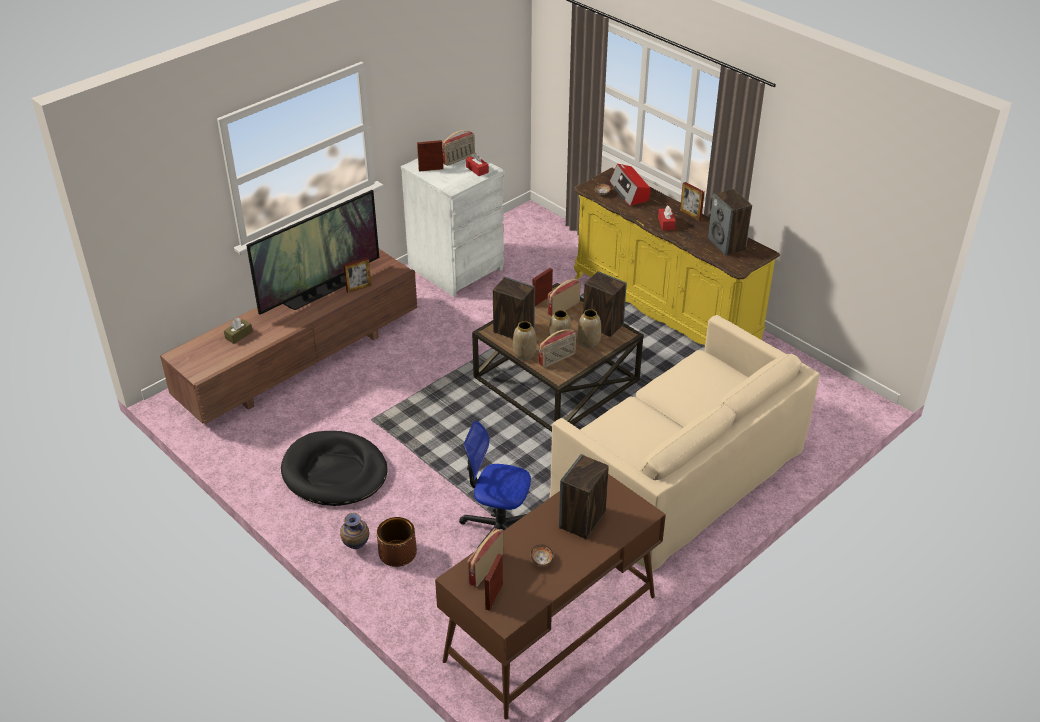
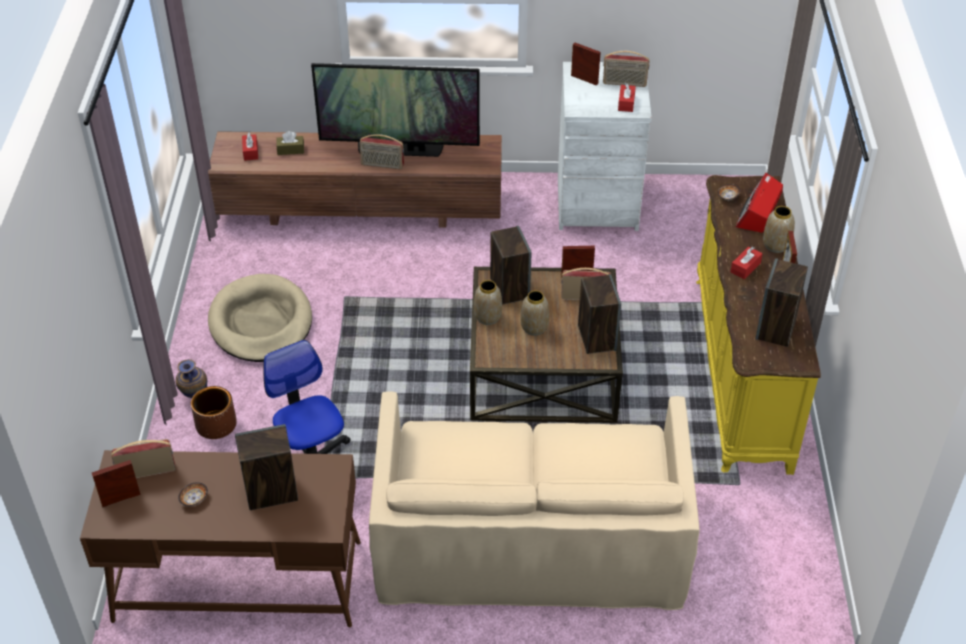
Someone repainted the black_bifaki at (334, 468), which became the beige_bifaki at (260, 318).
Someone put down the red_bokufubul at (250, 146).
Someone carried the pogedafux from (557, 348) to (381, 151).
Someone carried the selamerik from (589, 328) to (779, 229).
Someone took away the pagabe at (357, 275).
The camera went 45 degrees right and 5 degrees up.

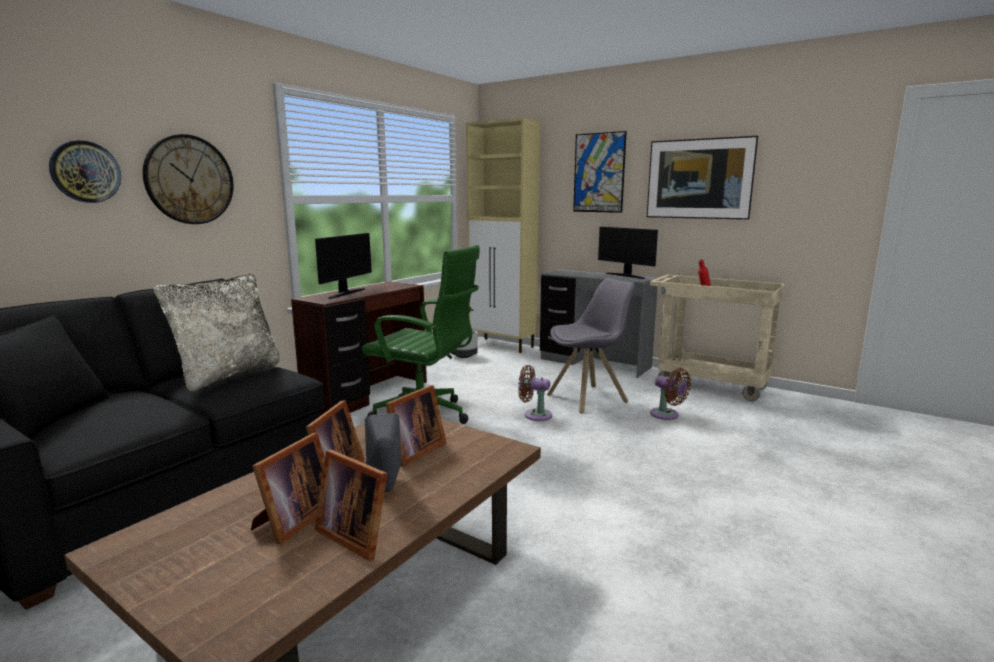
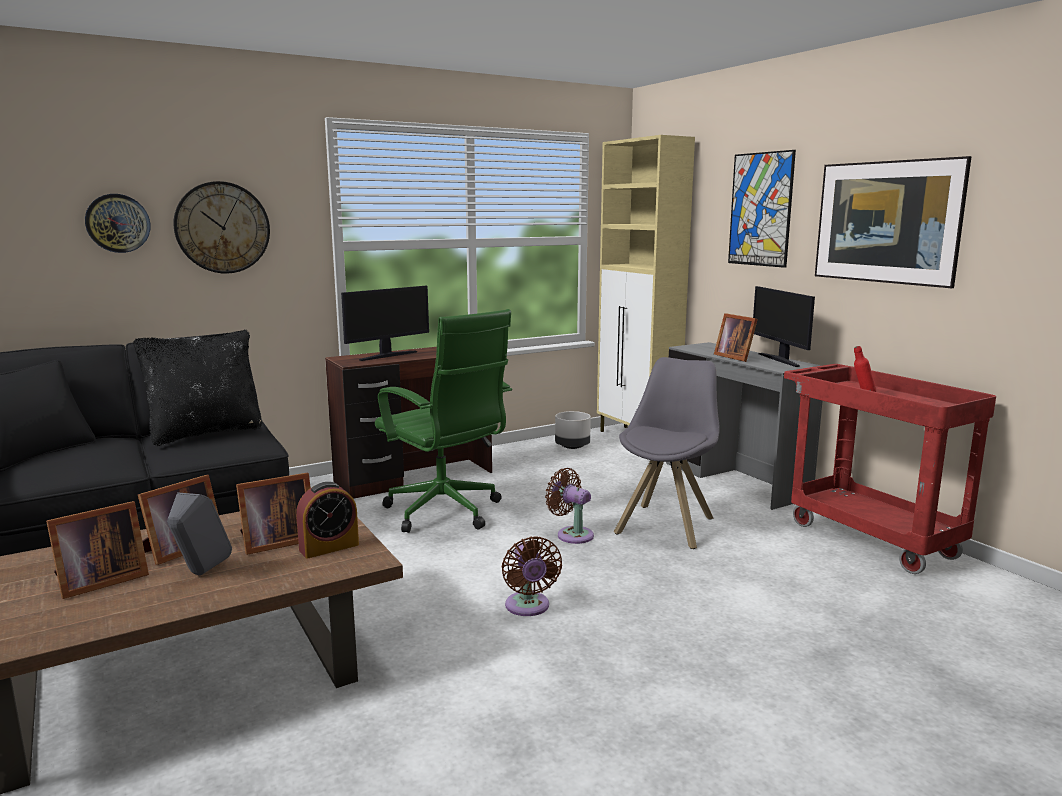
Someone repainted the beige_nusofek at (217, 332), which became the black_nusofek at (198, 387).
Someone put down the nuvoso at (327, 520).
Someone carried the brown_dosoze from (670, 394) to (532, 576).
Someone rotated the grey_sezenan at (591, 345) by 60 degrees counterclockwise.
Someone carried the pagabe from (351, 505) to (736, 337).
Someone repainted the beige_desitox at (717, 338), which became the red_desitox at (890, 469).
The camera went 25 degrees right and 0 degrees up.

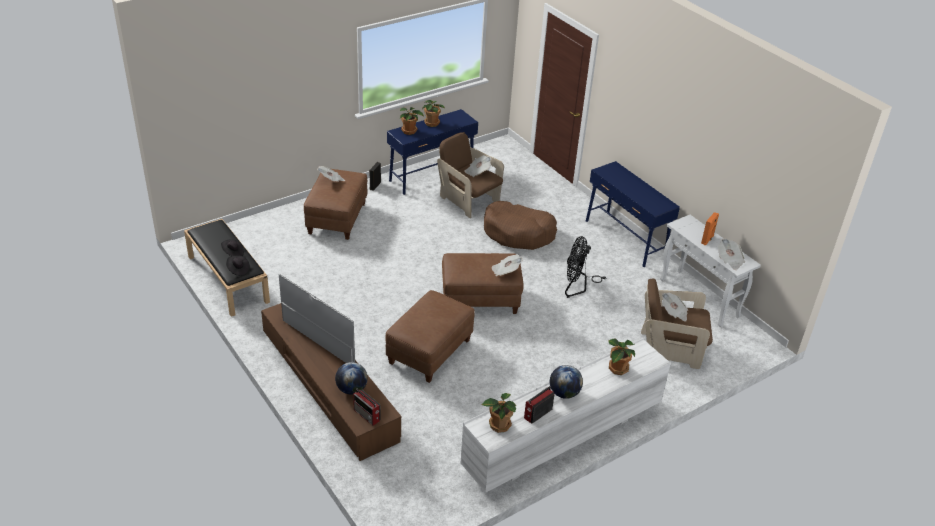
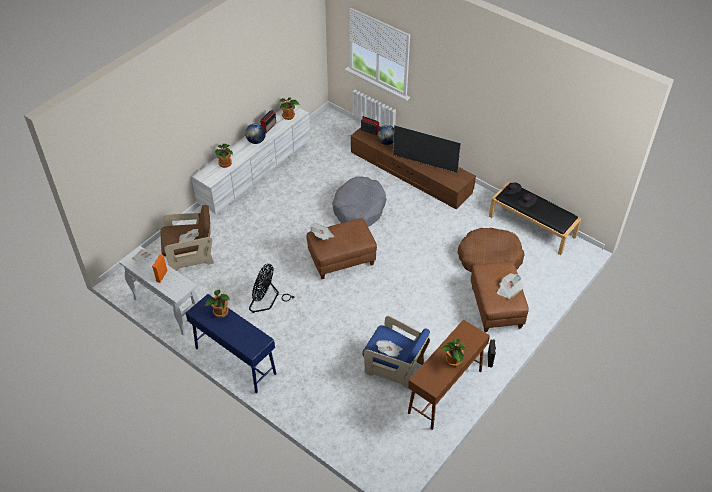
Someone carried the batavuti from (412, 121) to (217, 303).
Someone rotated the black_dosoze at (586, 267) by 150 degrees counterclockwise.
Someone swapped the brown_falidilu at (430, 336) for the grey_bifaki at (359, 201).
Someone repainted the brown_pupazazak at (470, 175), which became the blue_pupazazak at (396, 352).
Someone repainted the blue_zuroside at (432, 152), which became the brown_zuroside at (449, 375).
Someone carried the brown_bifaki from (520, 225) to (490, 250).
The camera went 165 degrees right and 10 degrees up.

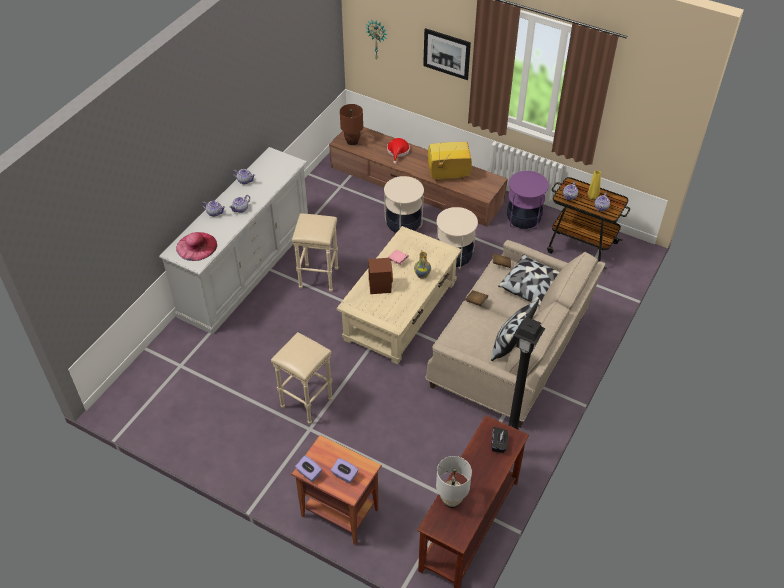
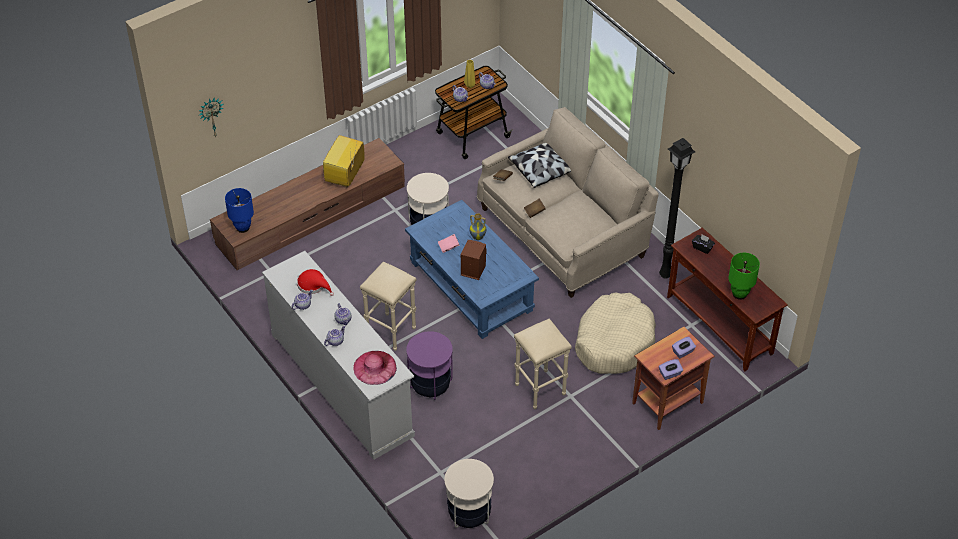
Someone repainted the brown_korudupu at (351, 124), which became the blue_korudupu at (239, 210).
Someone carried the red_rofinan from (398, 151) to (315, 282).
Someone repainted the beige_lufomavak at (399, 295), which became the blue_lufomavak at (472, 269).
Someone carried the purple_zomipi from (528, 200) to (429, 365).
Someone carried the beige_zomipi from (404, 204) to (469, 493).
Someone put down the beige_bifaki at (615, 333).
Someone repainted the white_korudupu at (454, 482), which became the green_korudupu at (744, 276).
Someone took away the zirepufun at (447, 54).
Someone took away the nusofek at (515, 330).
The camera went 65 degrees left and 0 degrees up.

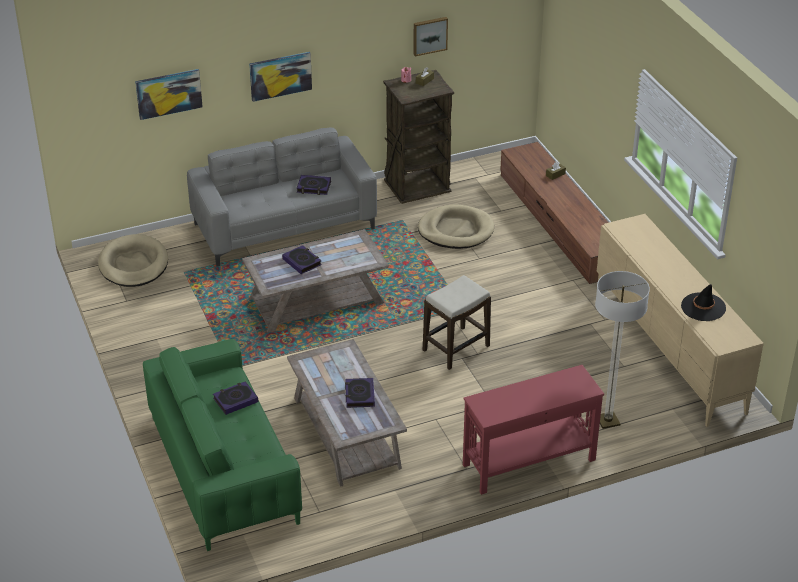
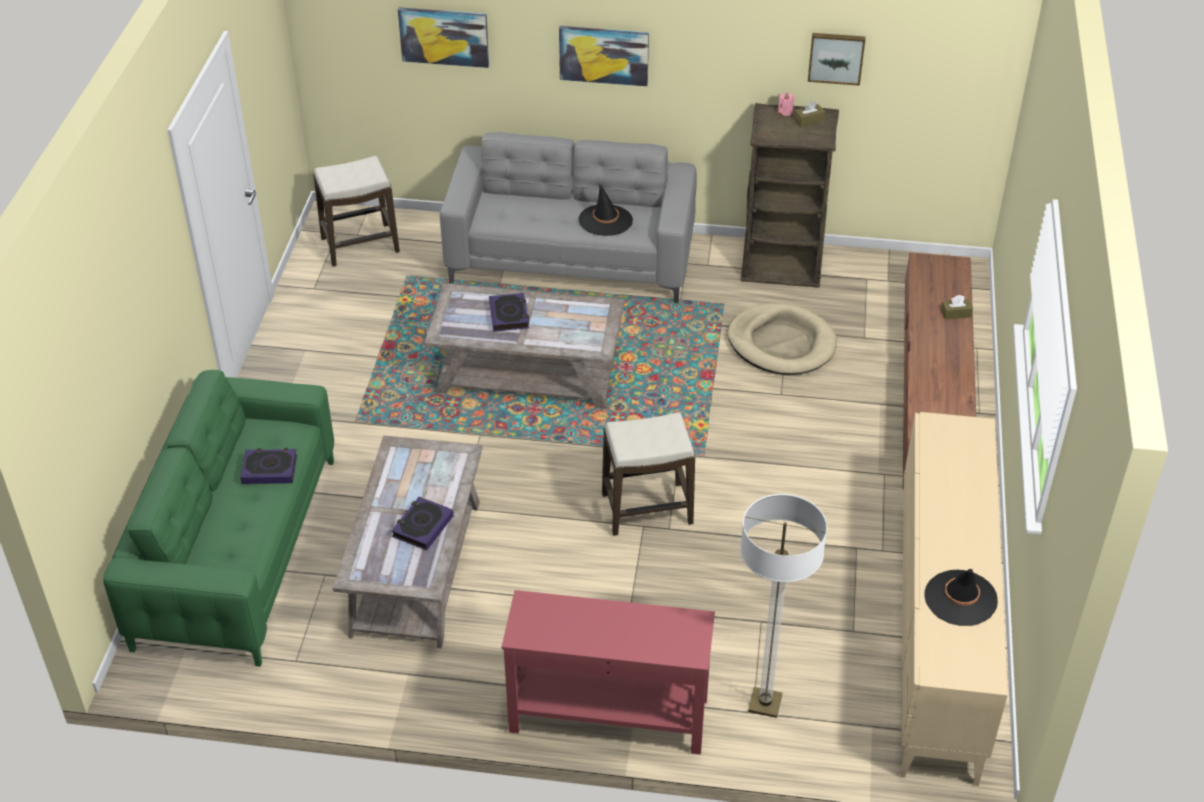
Someone swapped the beige_bifaki at (133, 260) for the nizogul at (356, 211).
Someone swapped the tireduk at (314, 185) for the black_rofinan at (605, 209).
The camera went 30 degrees right and 5 degrees up.

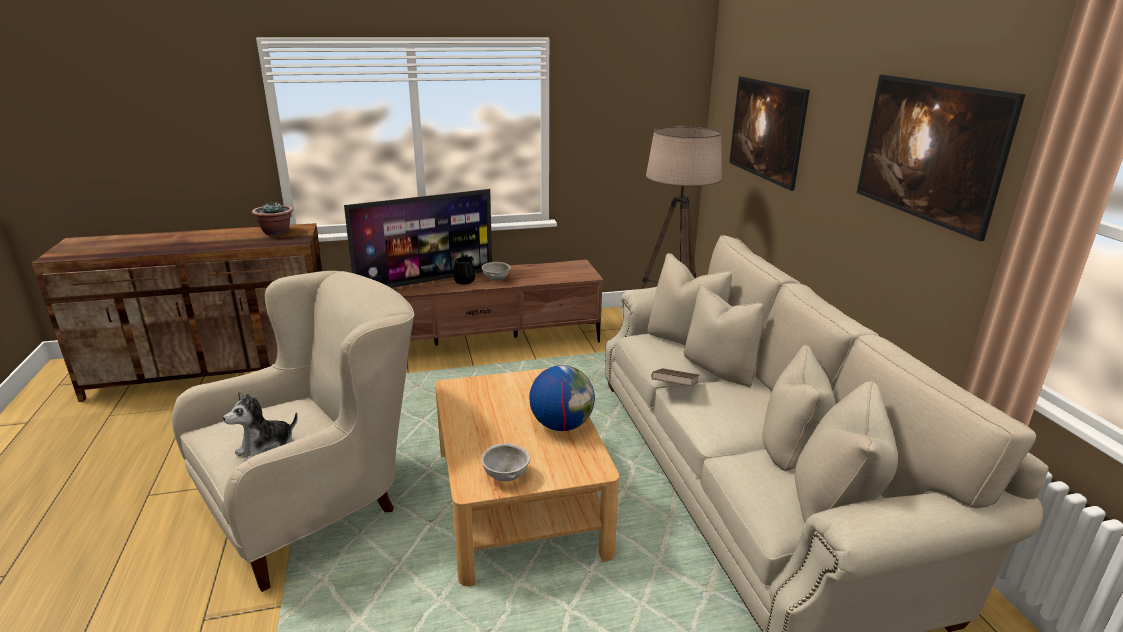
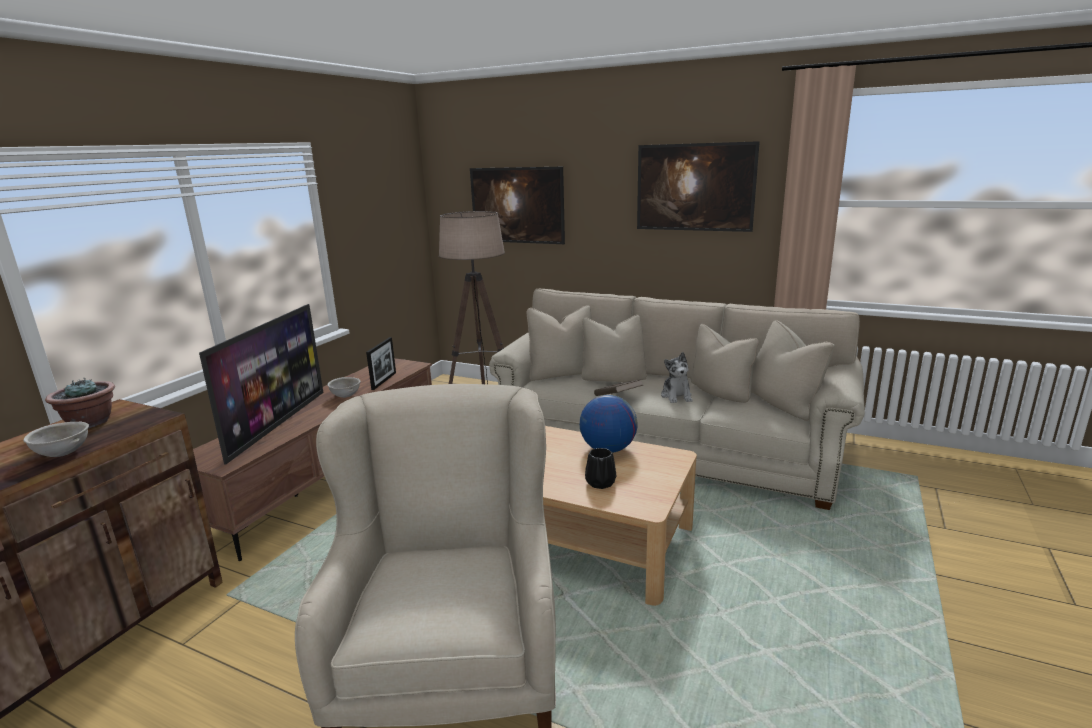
Someone carried the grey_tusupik from (505, 462) to (56, 439).
Someone put down the pagabe at (381, 363).
Someone carried the black_selamerik from (464, 271) to (600, 468).
Someone carried the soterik from (260, 426) to (676, 377).
The camera went 50 degrees left and 5 degrees down.

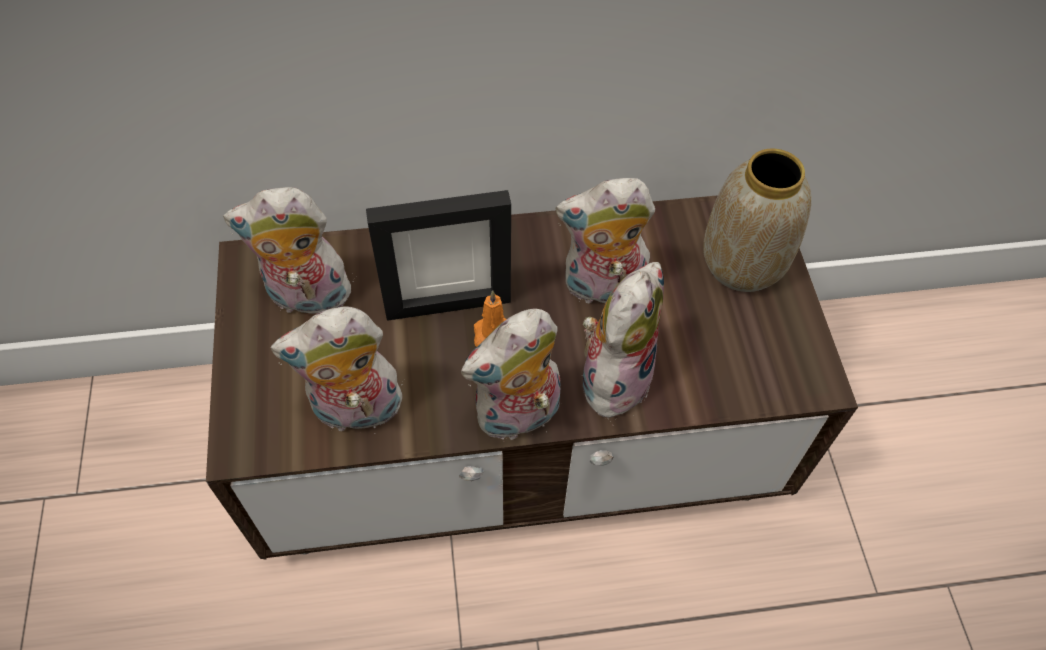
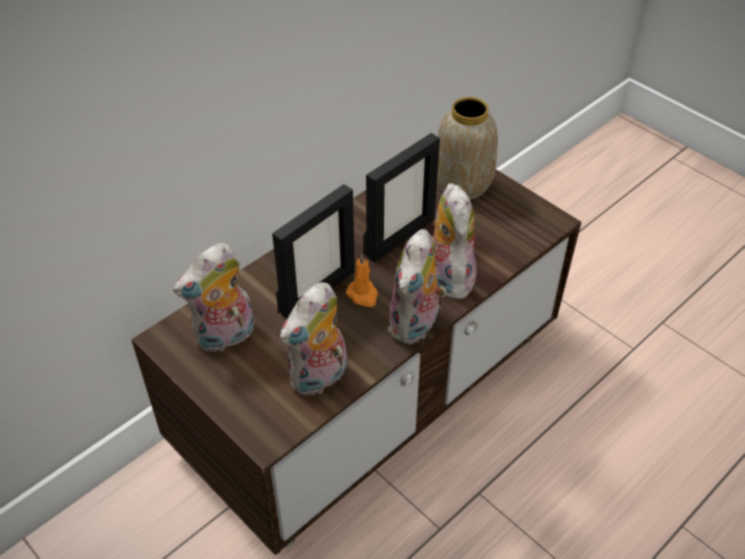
Someone swapped the soterik at (605, 240) for the pagabe at (401, 198).
The camera went 35 degrees left and 10 degrees down.

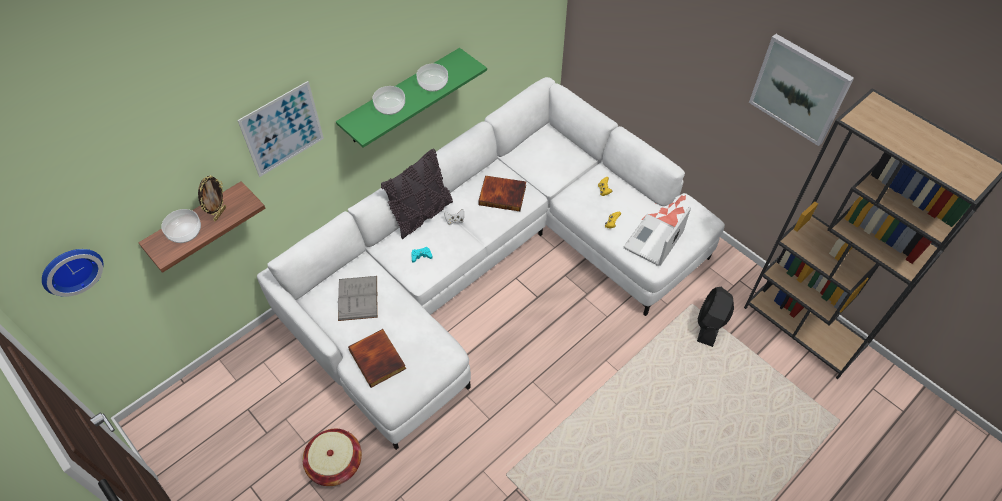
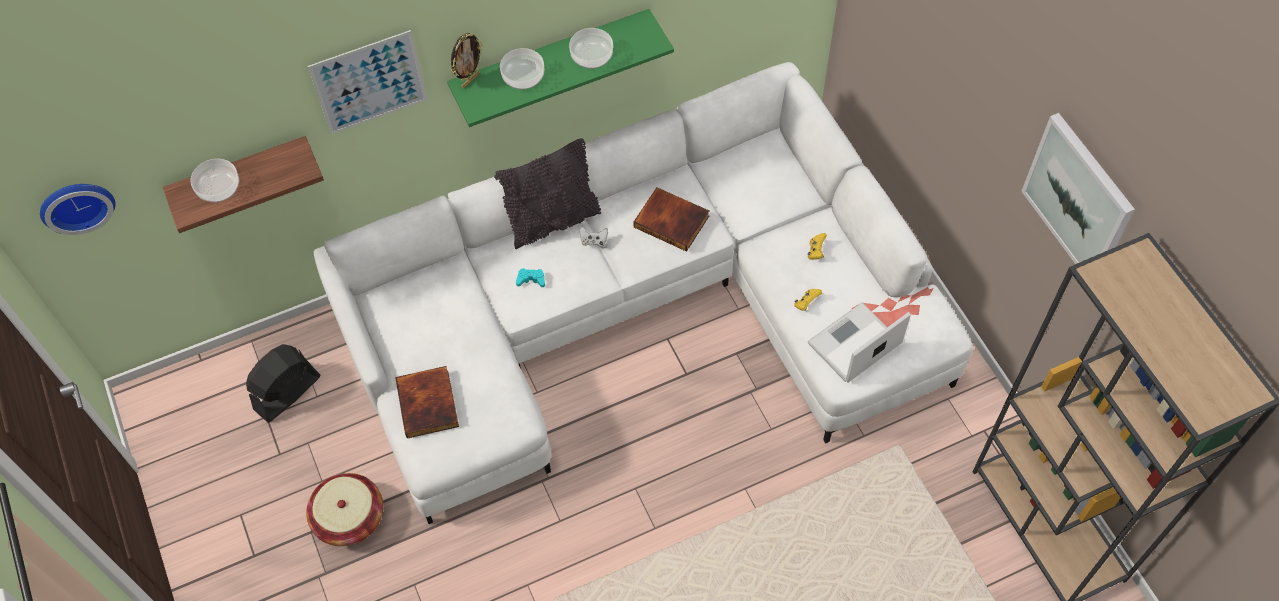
Someone carried the black_dosoze from (715, 317) to (283, 383).
Someone carried the pagabe from (212, 198) to (467, 61).
Someone took away the grey_tireduk at (358, 298).
The camera went 20 degrees right and 5 degrees up.

